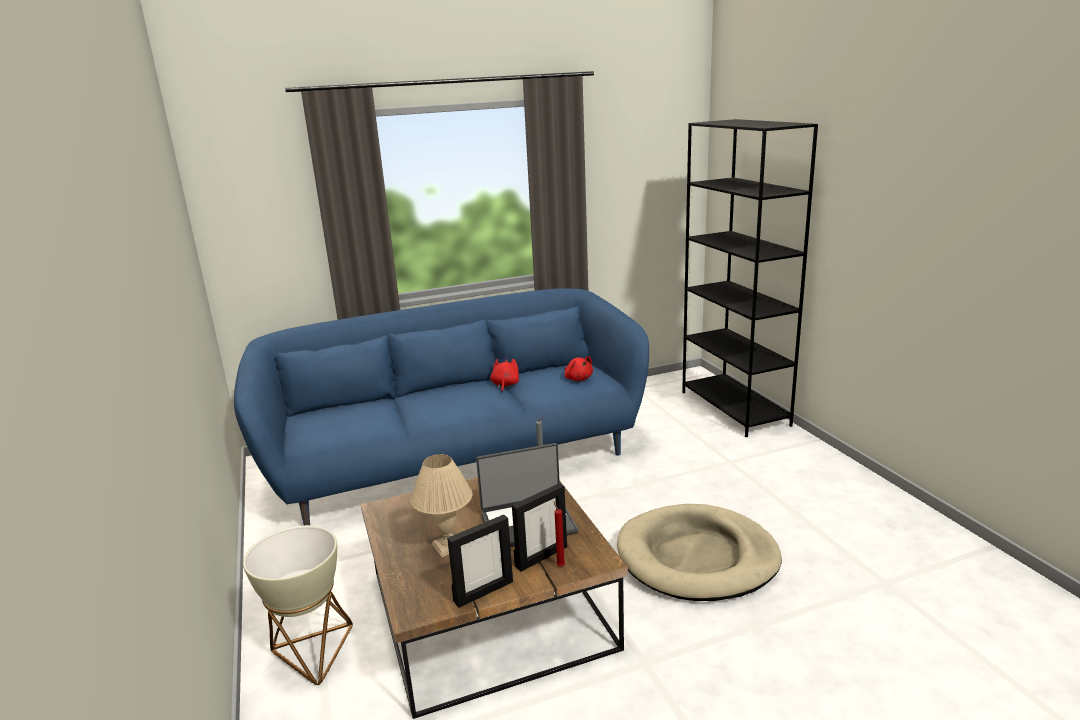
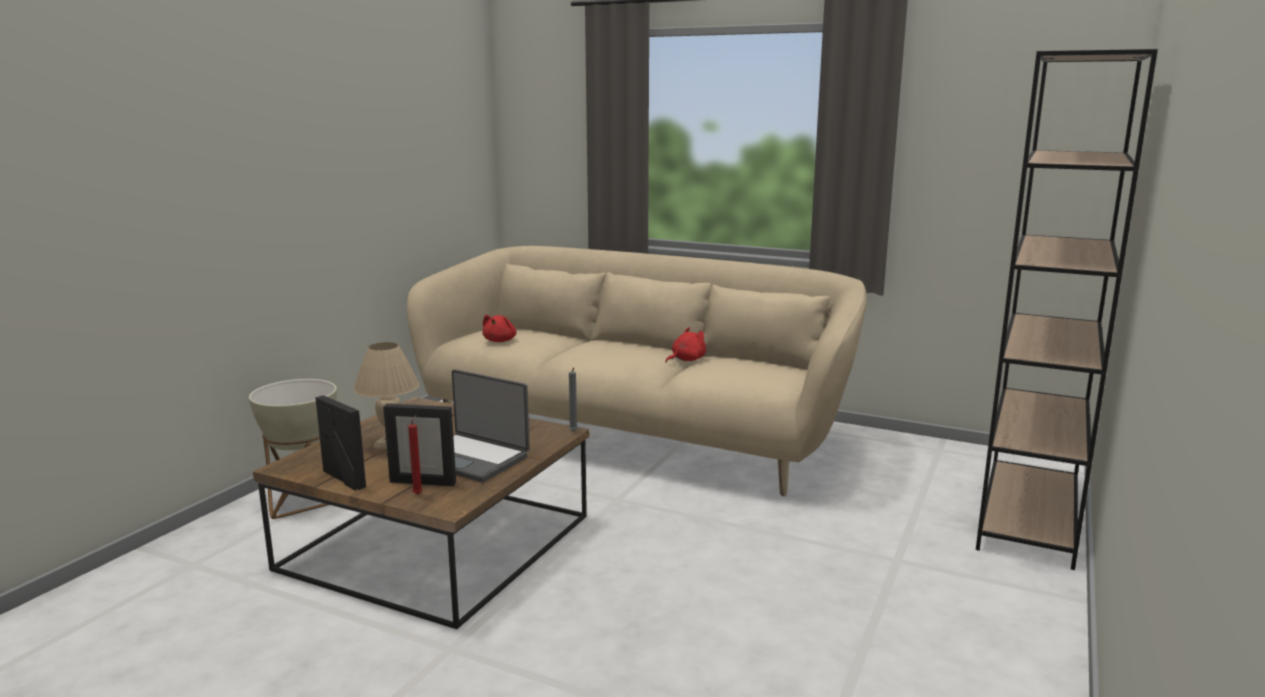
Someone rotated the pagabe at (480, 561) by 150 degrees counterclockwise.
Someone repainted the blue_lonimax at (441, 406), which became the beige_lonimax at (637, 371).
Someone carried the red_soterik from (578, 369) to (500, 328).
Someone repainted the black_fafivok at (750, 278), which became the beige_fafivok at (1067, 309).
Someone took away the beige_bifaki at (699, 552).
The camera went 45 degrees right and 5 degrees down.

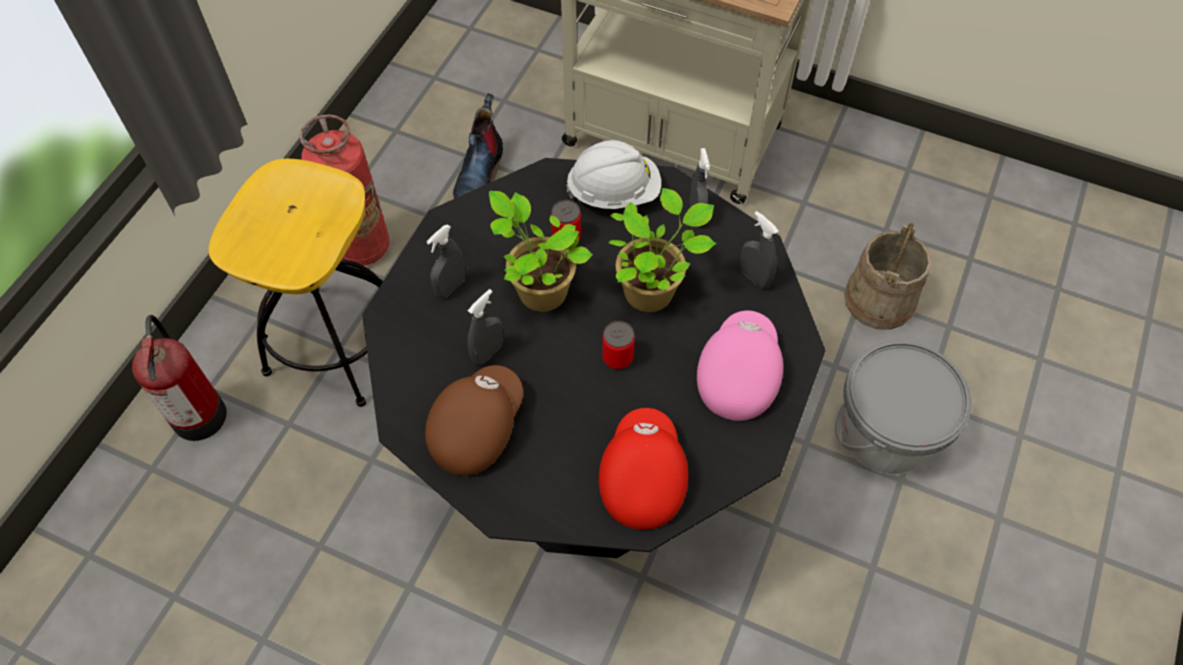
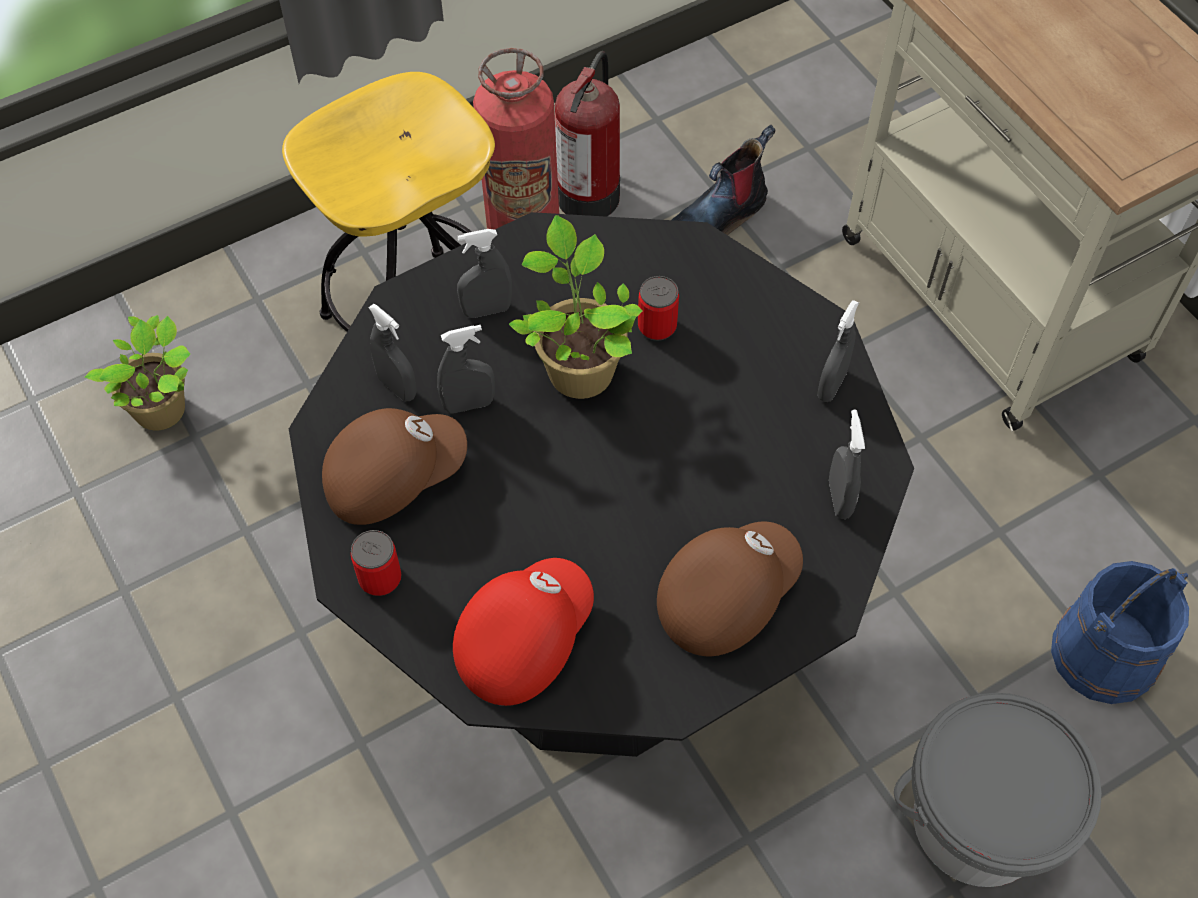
Someone carried the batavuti from (662, 250) to (137, 373).
Someone carried the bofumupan from (618, 345) to (376, 563).
Someone put down the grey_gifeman at (392, 352).
Someone carried the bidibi from (179, 378) to (587, 134).
Someone repainted the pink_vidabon at (740, 366), which became the brown_vidabon at (730, 588).
Someone repainted the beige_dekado at (888, 276), which became the blue_dekado at (1120, 632).
Someone took away the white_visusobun at (613, 174).
The camera went 35 degrees right and 0 degrees up.

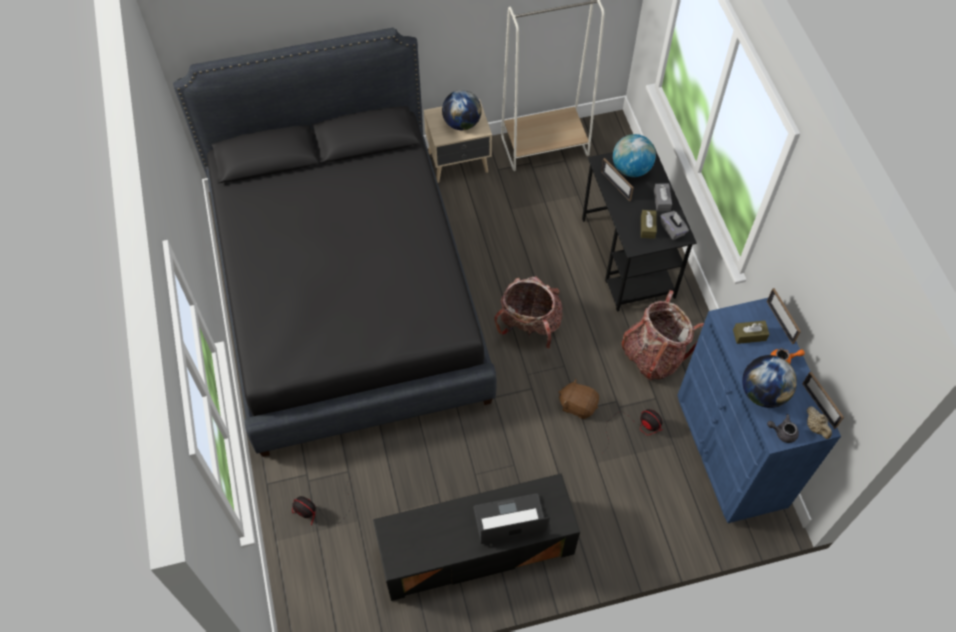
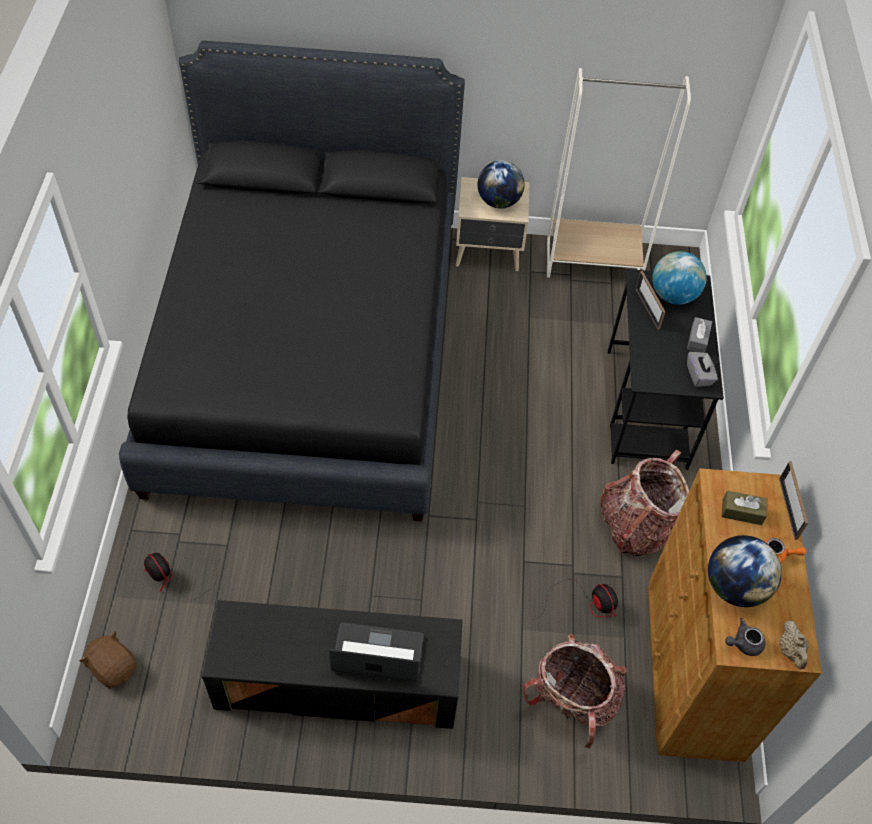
Someone carried the brown_soterik from (578, 398) to (108, 660).
Someone carried the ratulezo from (528, 312) to (574, 691).
Someone repainted the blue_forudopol at (759, 410), which became the brown_forudopol at (735, 615).
Someone rotated the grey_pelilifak at (783, 428) by 45 degrees counterclockwise.
Someone took away the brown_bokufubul at (649, 224).
Someone took away the pagabe at (823, 400).
The camera went 15 degrees right and 5 degrees down.

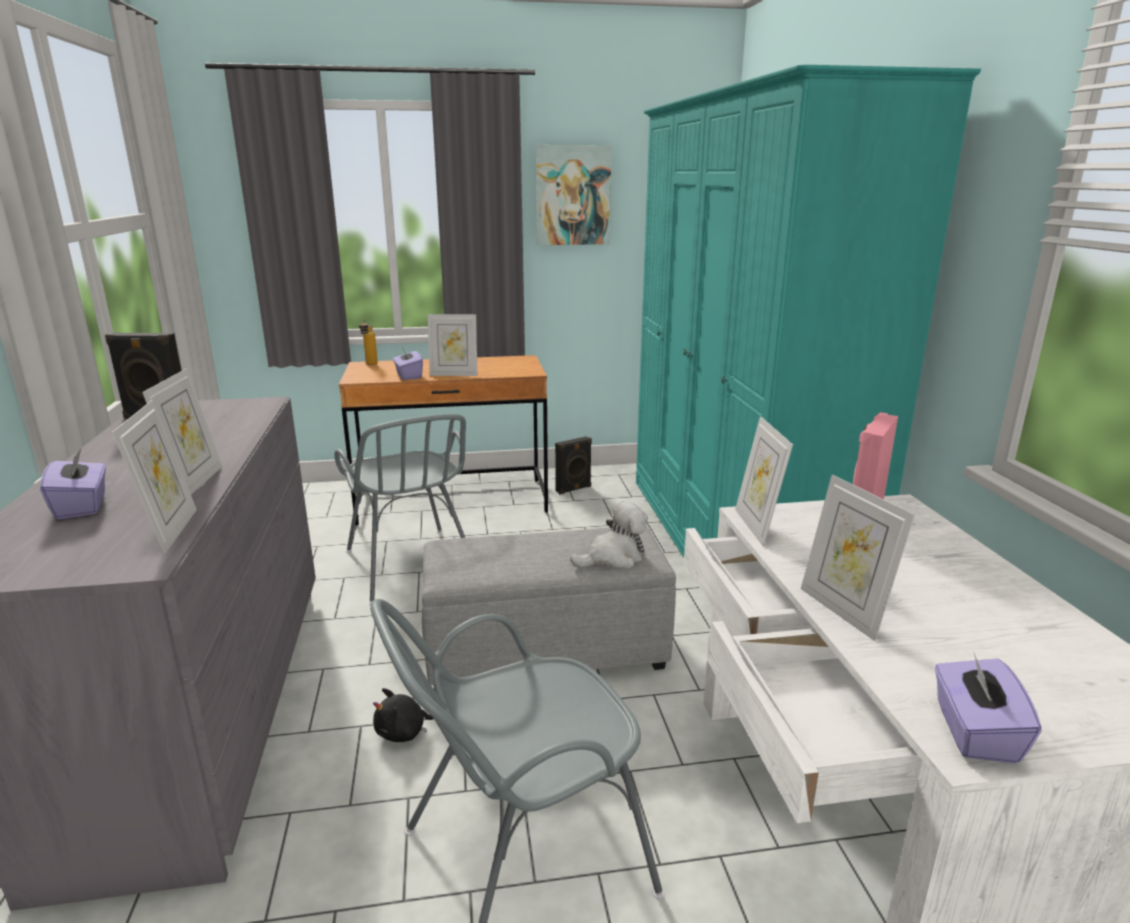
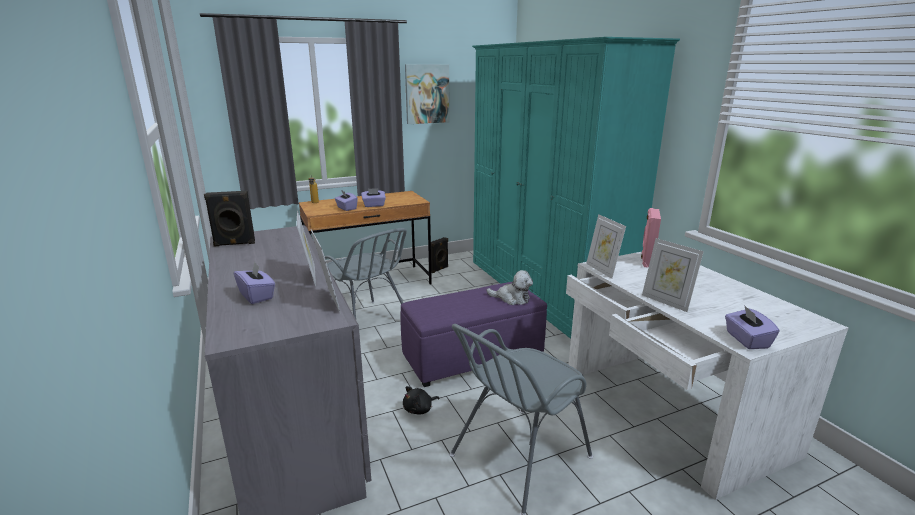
Someone swapped the pagabe at (452, 345) for the purple_bokufubul at (373, 197).
Someone repainted the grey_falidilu at (549, 608), which became the purple_falidilu at (473, 334).
Someone rotated the soterik at (609, 535) by 60 degrees clockwise.
The camera went 15 degrees left and 0 degrees up.

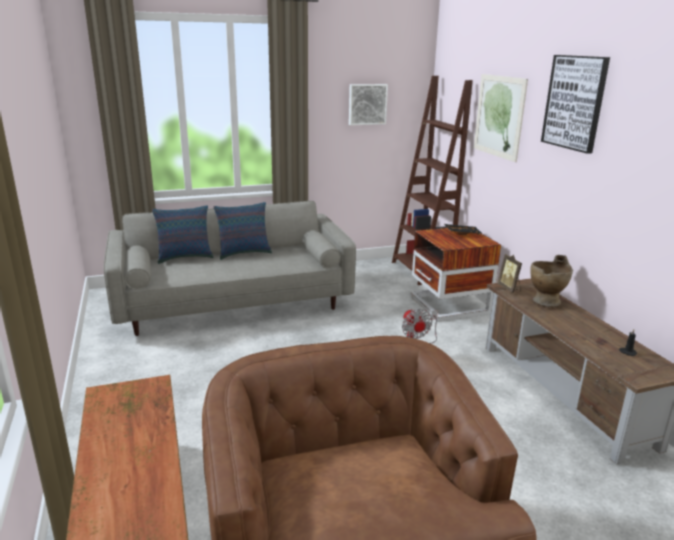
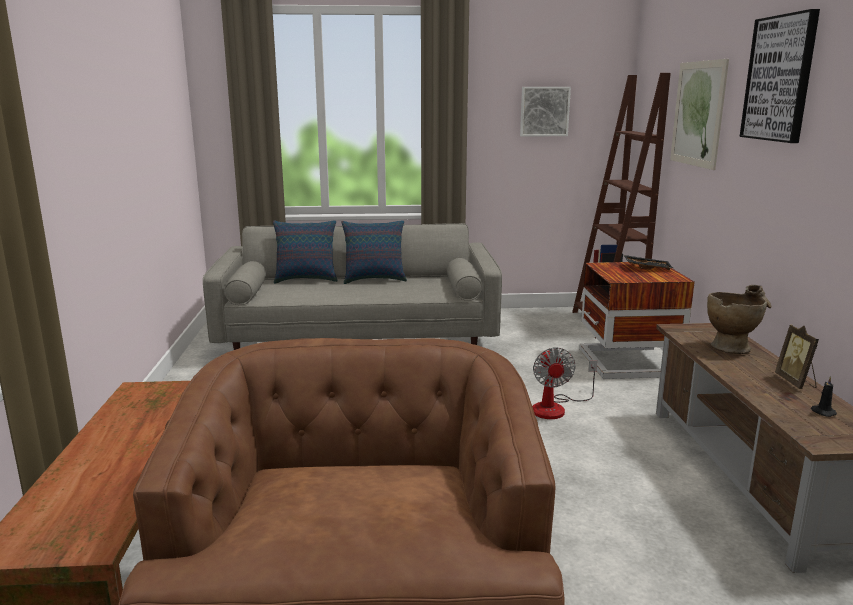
Someone carried the pagabe from (509, 273) to (797, 357).
The camera went 15 degrees right and 5 degrees down.

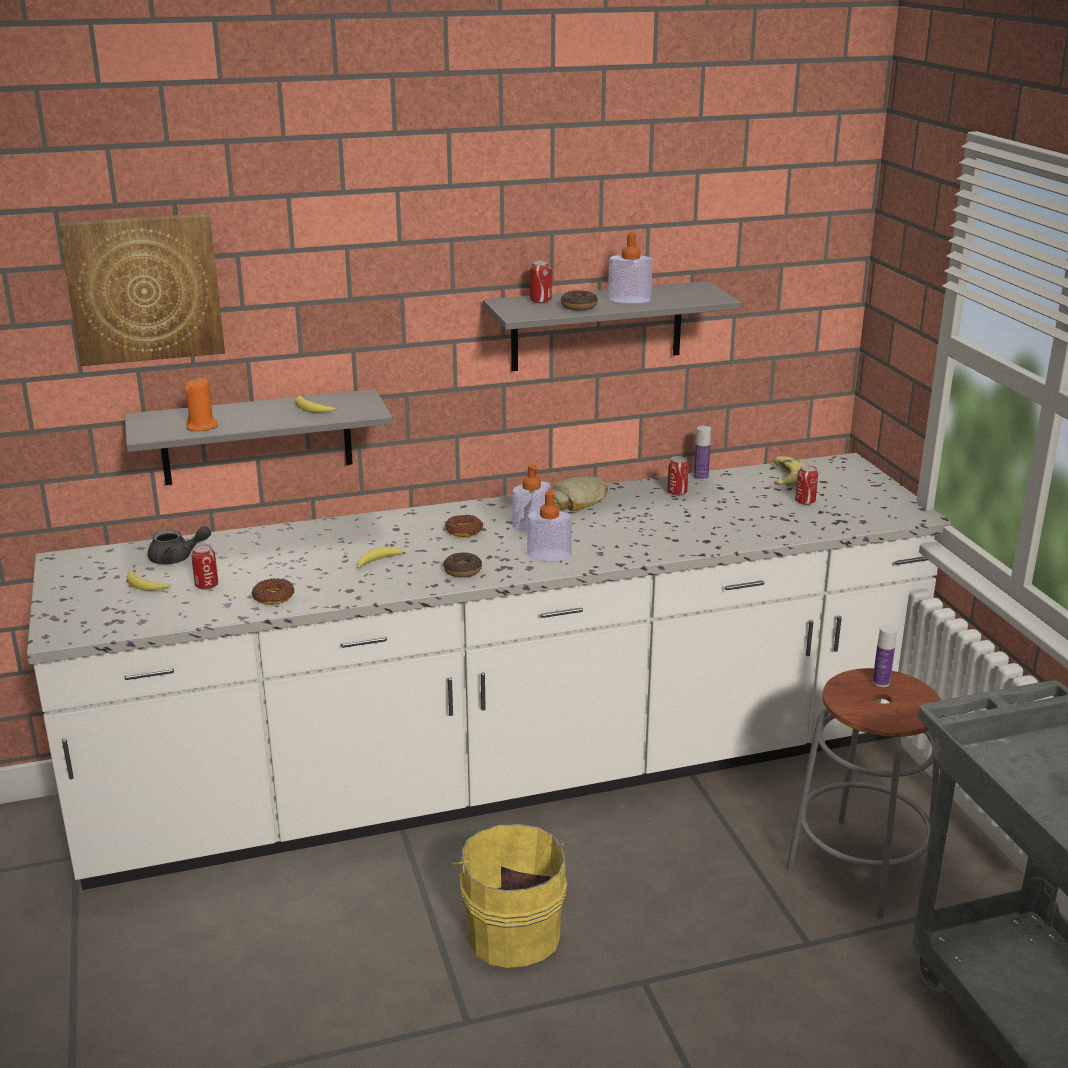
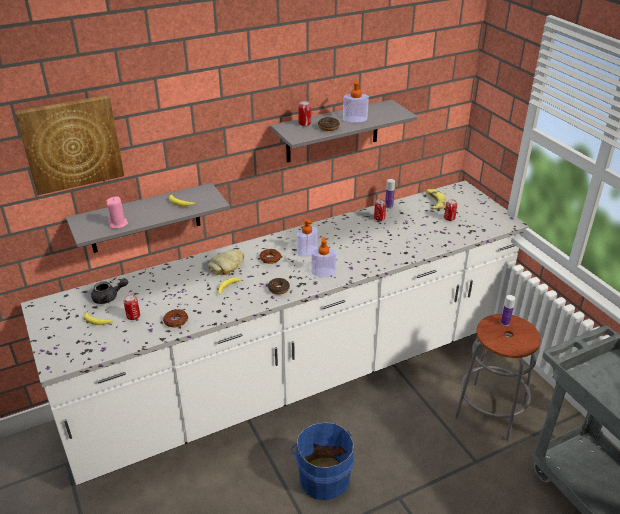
Someone repainted the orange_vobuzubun at (201, 404), which became the pink_vobuzubun at (117, 213).
Someone carried the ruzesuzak from (580, 493) to (226, 262).
Someone repainted the yellow_dekado at (509, 896), which became the blue_dekado at (322, 461).
The camera went 10 degrees left and 10 degrees up.

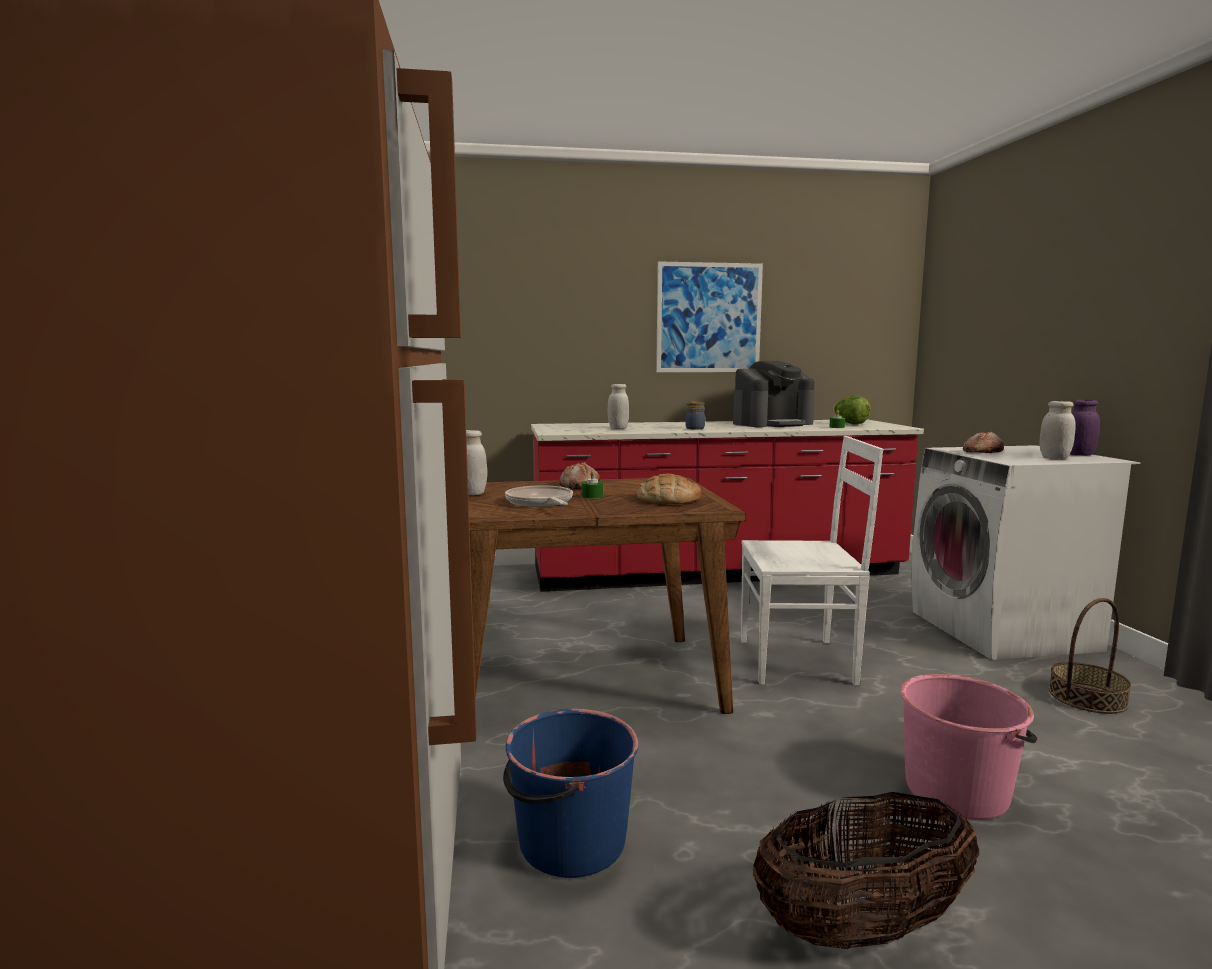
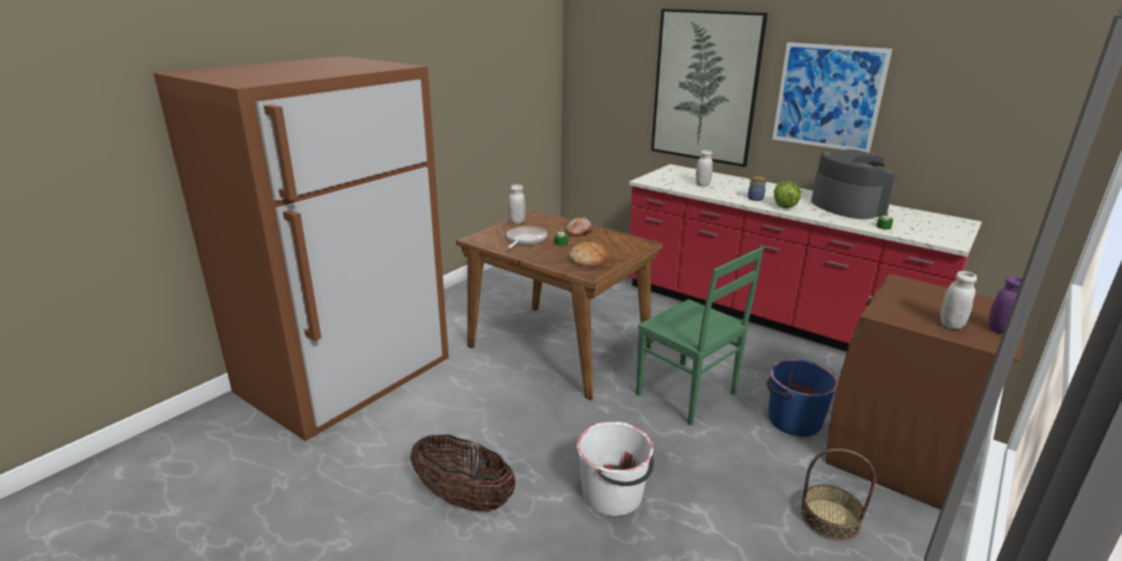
Someone repainted the pink_dekado at (968, 747), which became the white_dekado at (615, 468).
Someone repainted the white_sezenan at (812, 560), which became the green_sezenan at (700, 336).
Someone put up the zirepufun at (709, 88).
Someone carried the blue_dekado from (570, 793) to (802, 398).
Someone carried the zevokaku from (851, 410) to (787, 194).
Someone rotated the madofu at (774, 394) by 135 degrees counterclockwise.
Someone repainted the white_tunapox at (1026, 552), which became the brown_tunapox at (926, 392).
Someone took away the ruzesuzak at (983, 442).
The camera went 45 degrees right and 15 degrees up.

